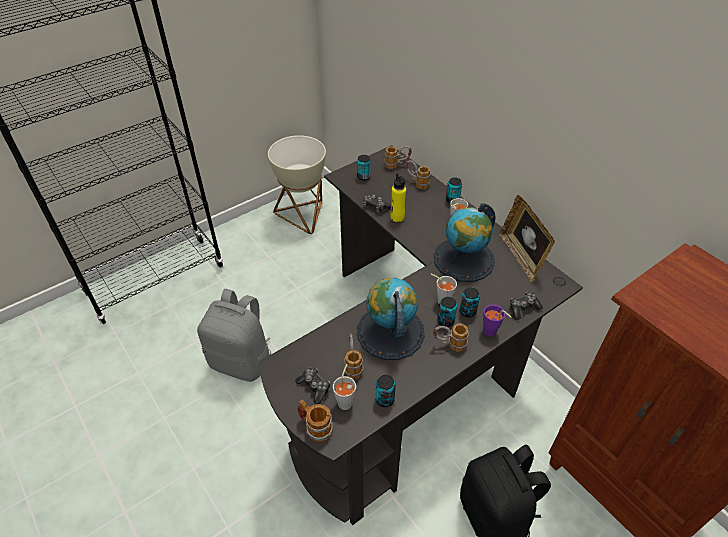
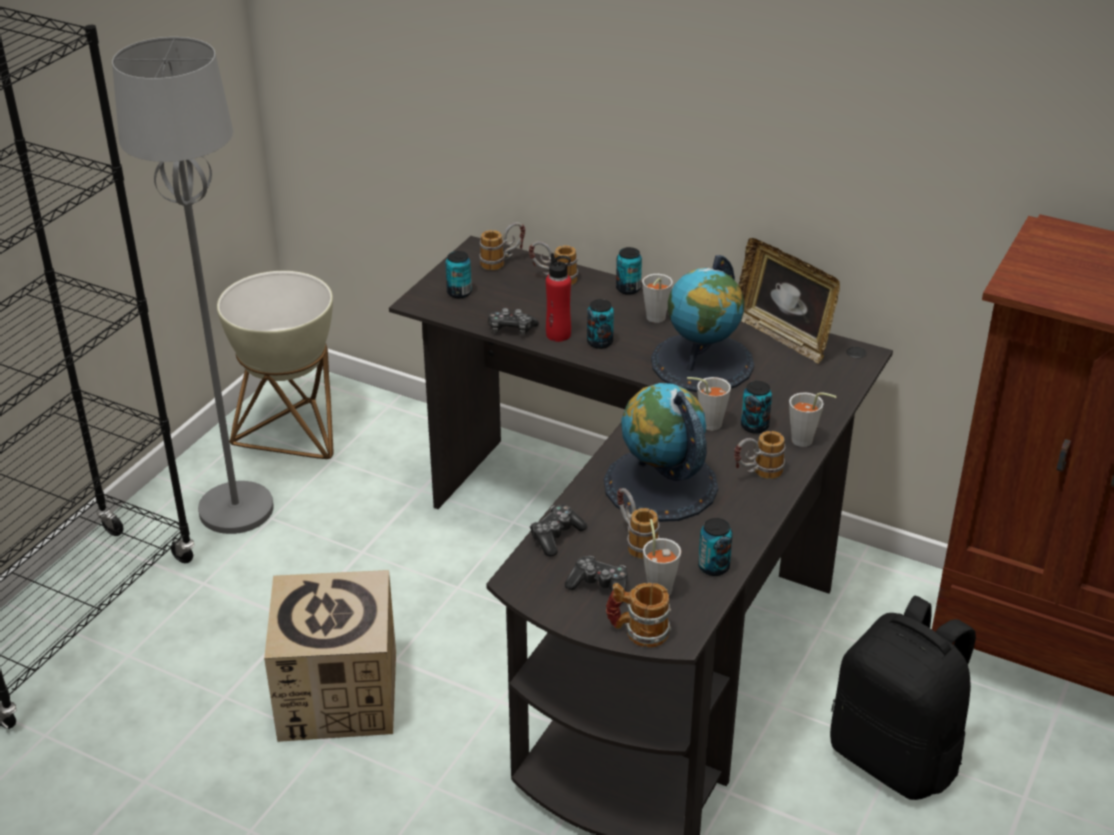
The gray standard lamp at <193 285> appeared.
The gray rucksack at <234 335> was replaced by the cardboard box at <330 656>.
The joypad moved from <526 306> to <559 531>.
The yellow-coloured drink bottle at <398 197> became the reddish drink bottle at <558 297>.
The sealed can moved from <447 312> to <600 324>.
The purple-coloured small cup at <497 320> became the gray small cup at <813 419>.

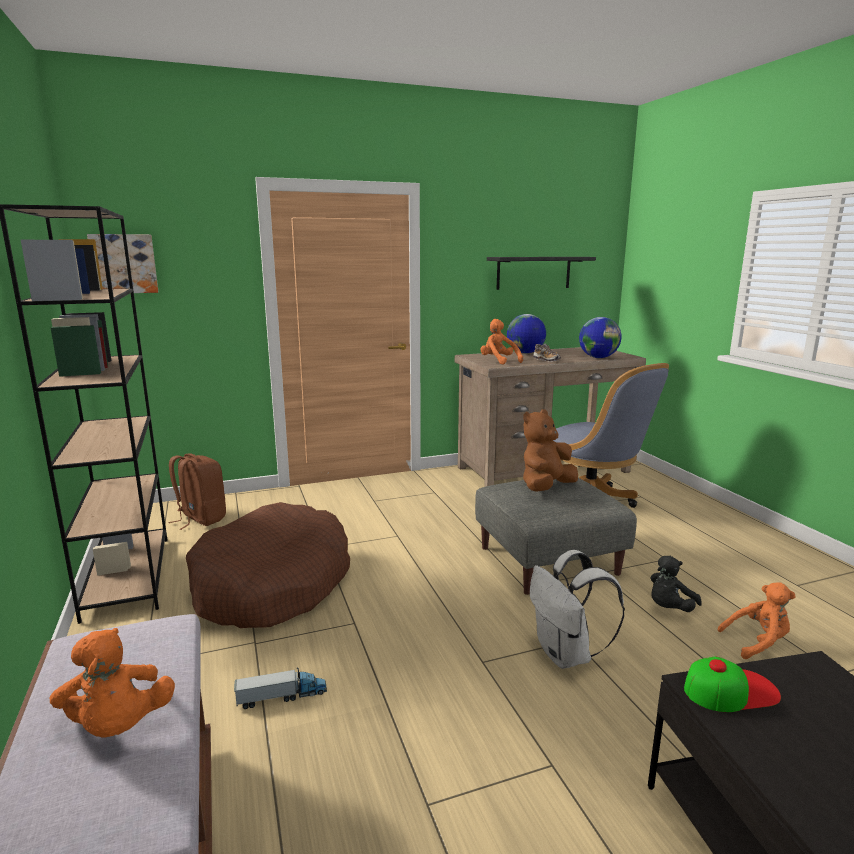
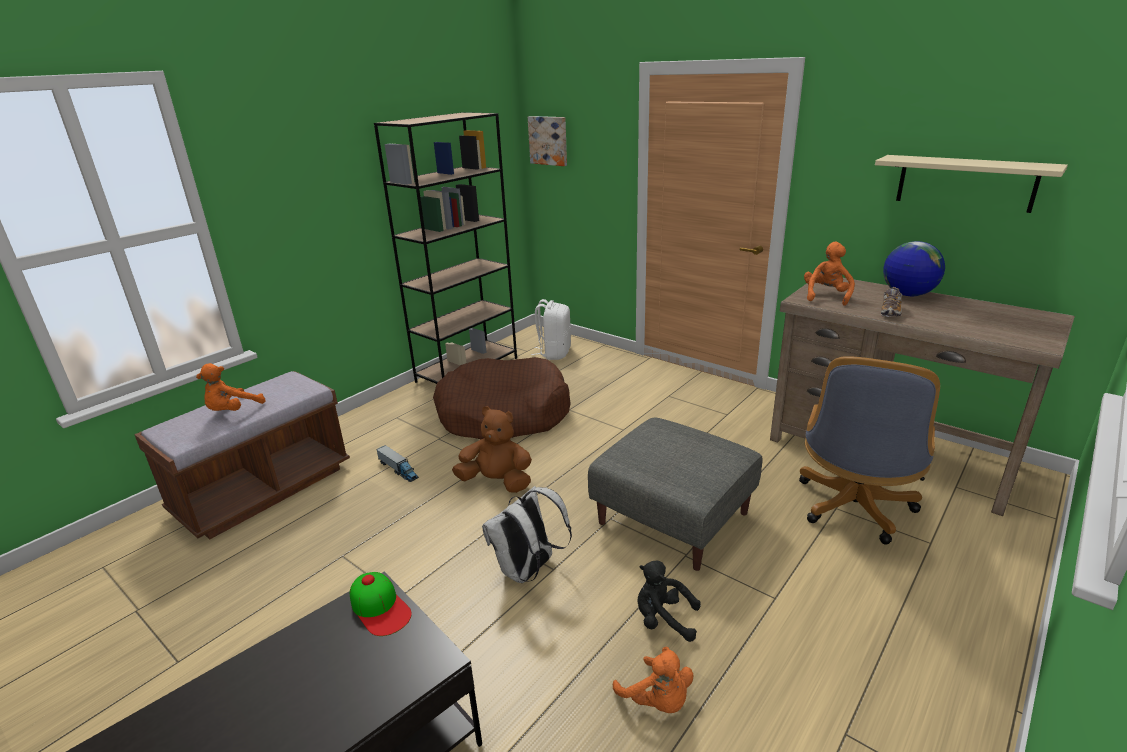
The brownish soft toy moved from <550 450> to <492 449>.
The brownish rucksack at <197 491> became the white rucksack at <551 329>.
The blackish shelf at <541 273> became the sand-coloured shelf at <971 184>.
The desk globe at <600 337> disappeared.

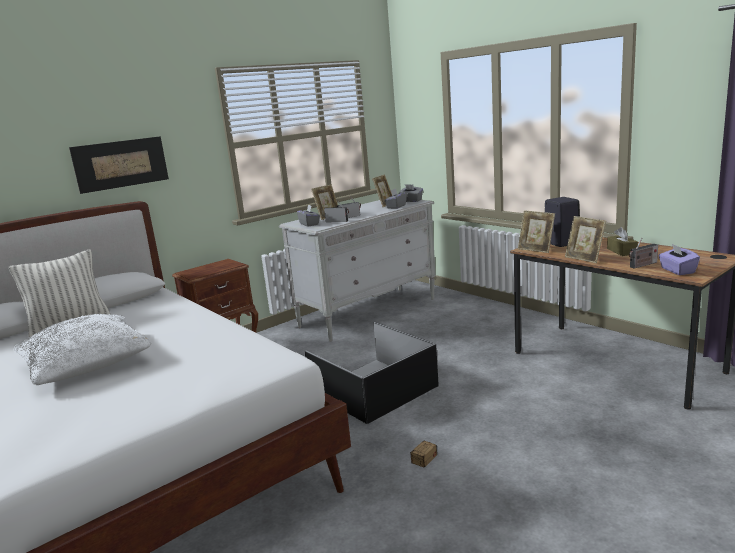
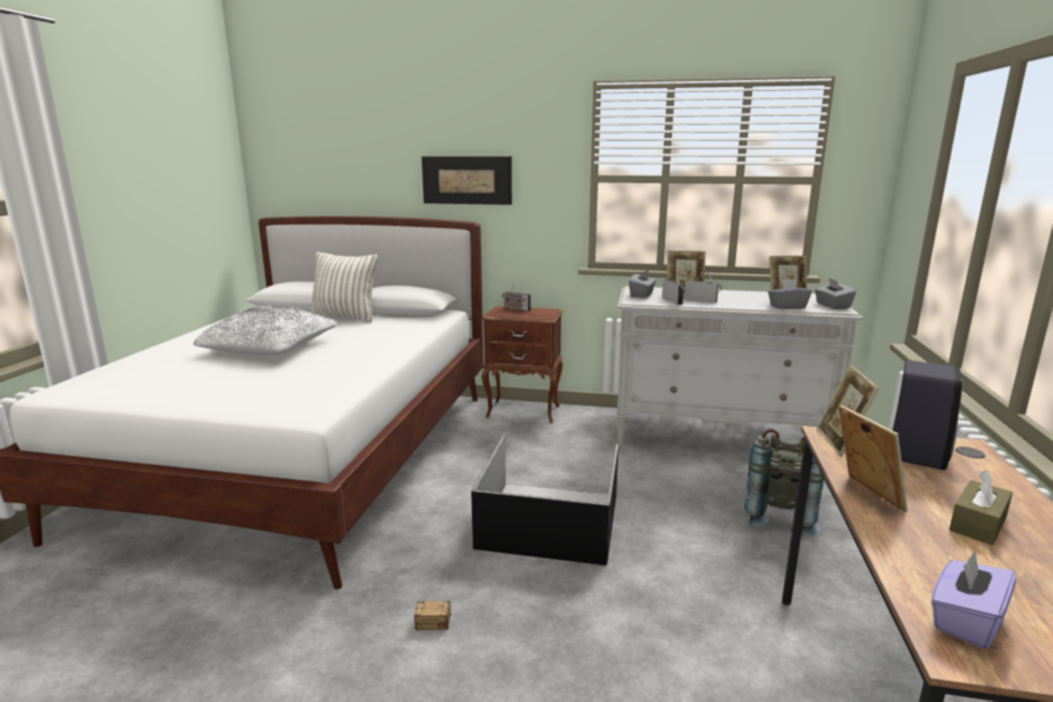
The radio moved from <643 253> to <516 297>.
The gray rucksack at <784 483> appeared.
The picture frame at <585 239> turned 150 degrees clockwise.

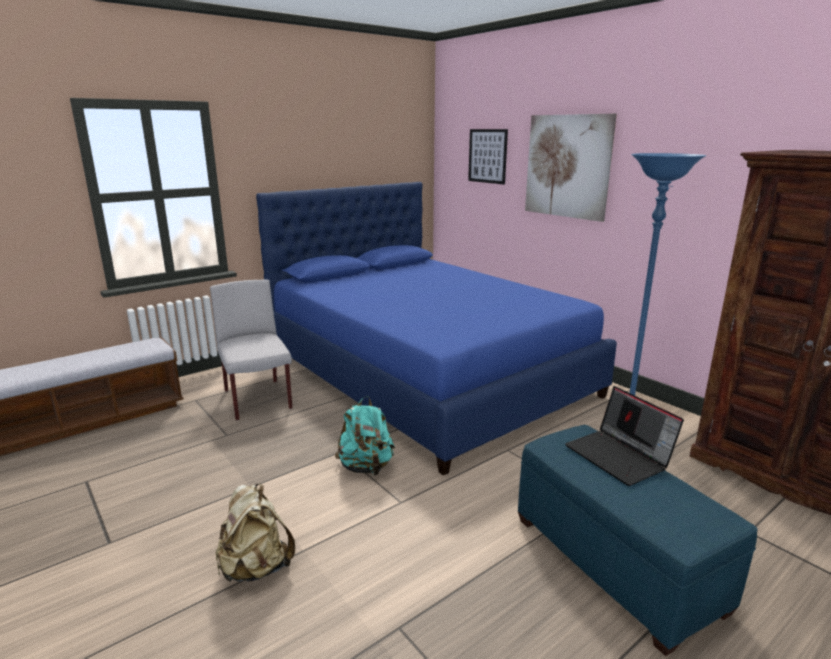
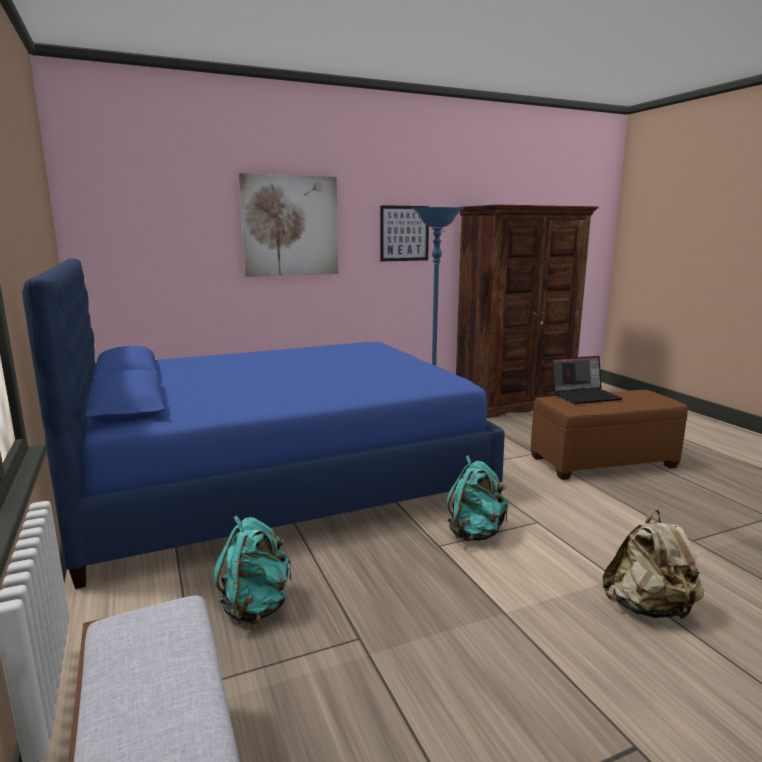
The gray upright chair at <251 350> was replaced by the blue-green rucksack at <252 570>.
The picture moved from <488 156> to <404 233>.
The blue footrest at <637 540> became the brownish footrest at <609 435>.

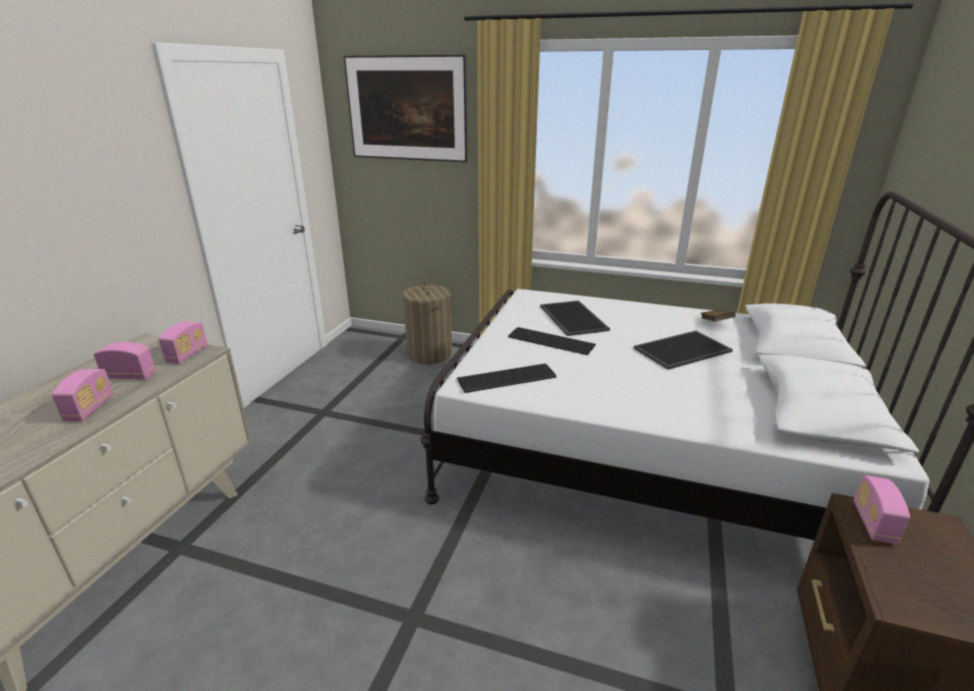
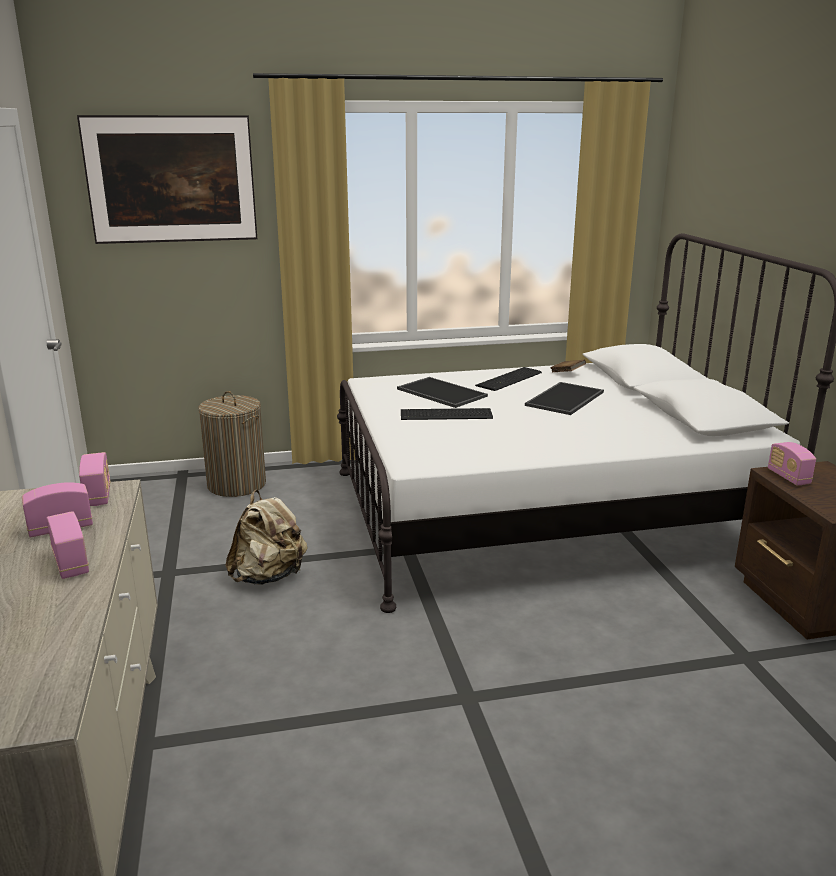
The sand-coloured rucksack at <266 537> appeared.
The keyboard moved from <507 378> to <508 379>.

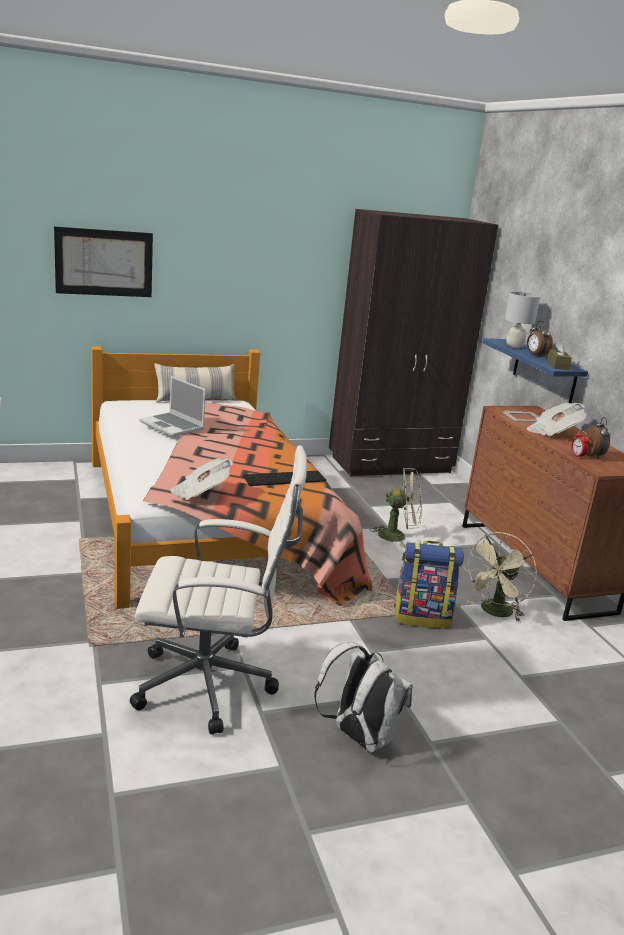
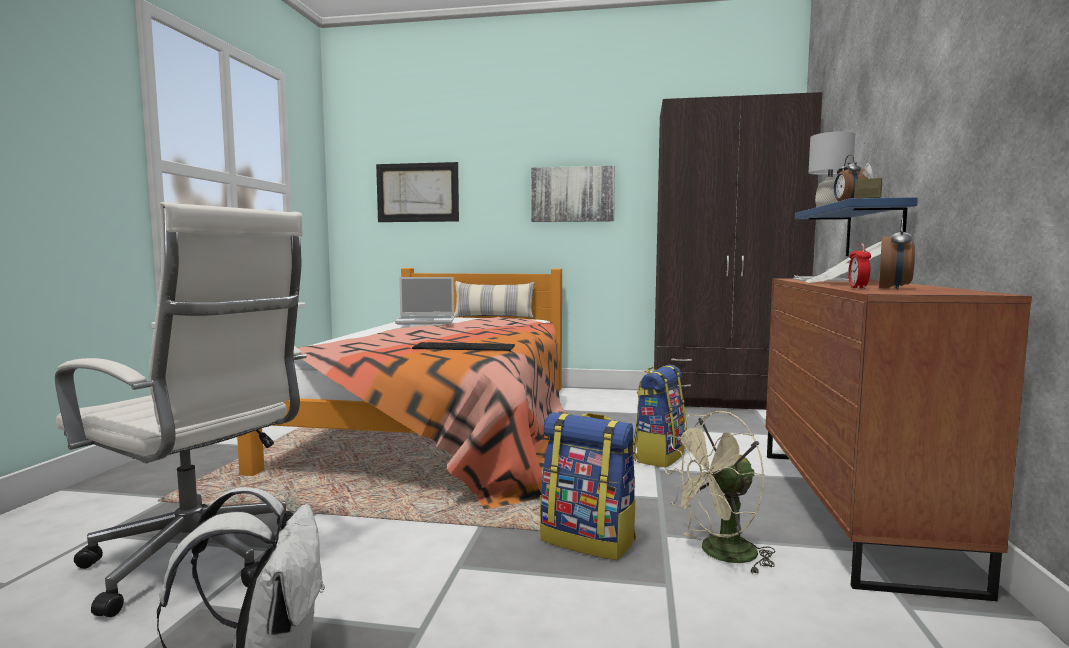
The portable computer at <172 406> turned 75 degrees counterclockwise.
The picture at <573 194> appeared.
The sand-coloured electric fan at <396 508> was replaced by the rucksack at <660 416>.
The daily paper at <201 479> disappeared.

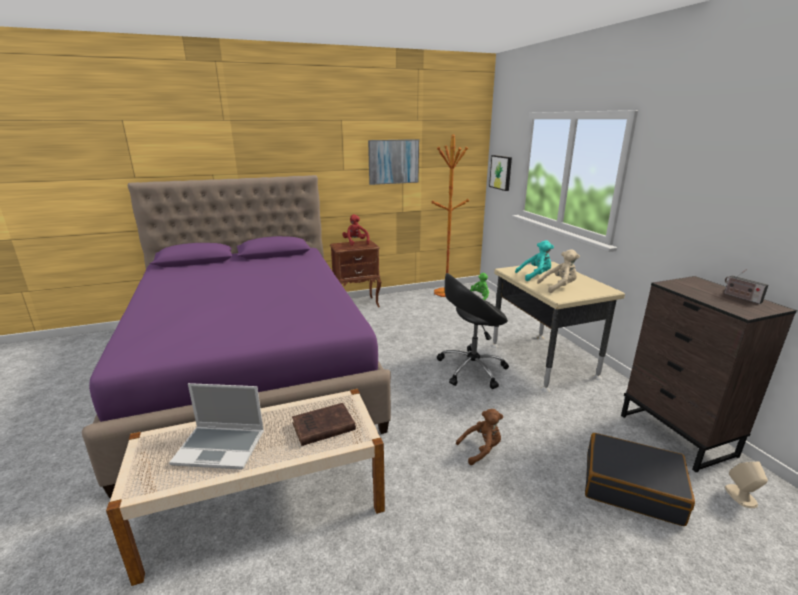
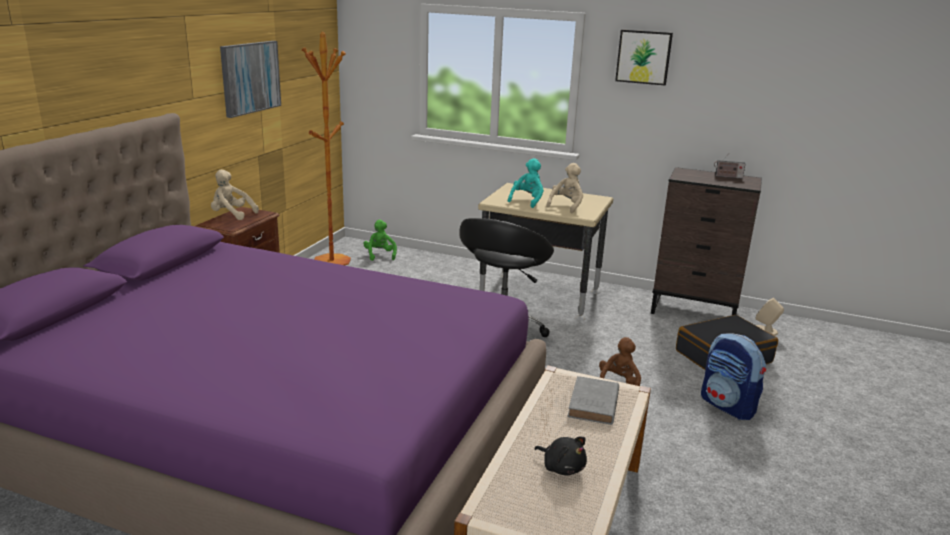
The reddish soft toy at <356 230> became the sand-coloured soft toy at <235 195>.
The portable computer at <216 426> was replaced by the blackish soft toy at <561 455>.
The brownish bound book at <324 424> became the gray bound book at <593 400>.
The picture moved from <500 173> to <644 57>.
The rucksack at <733 376> appeared.

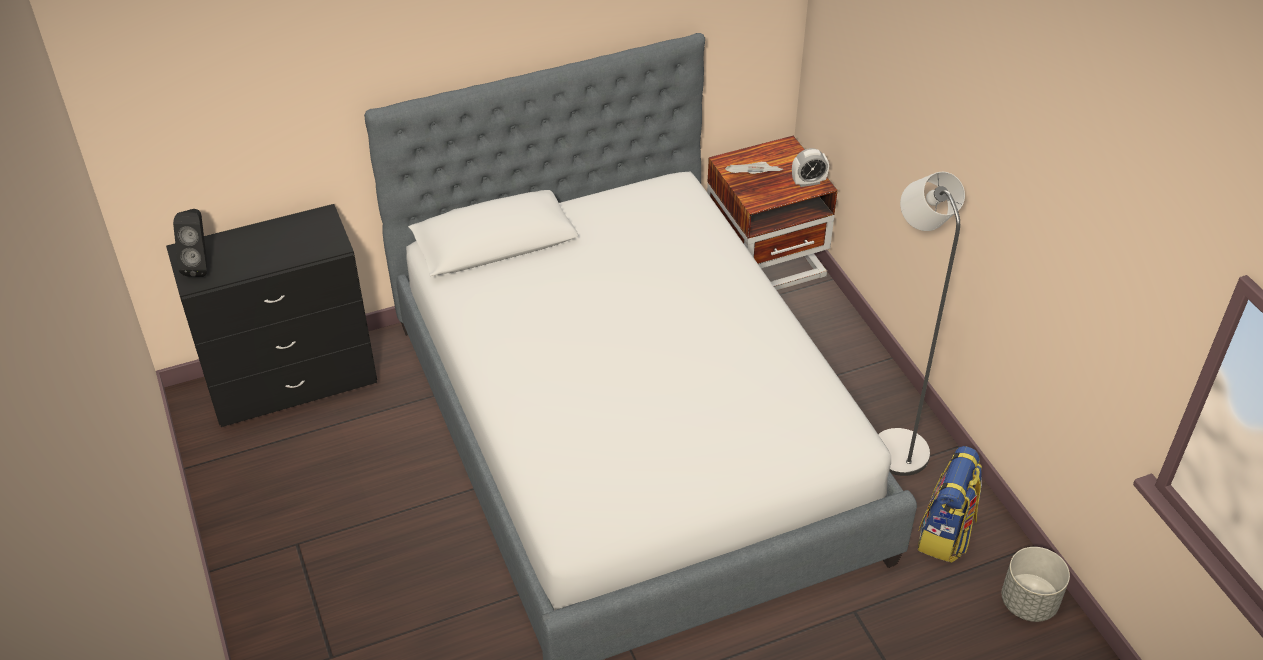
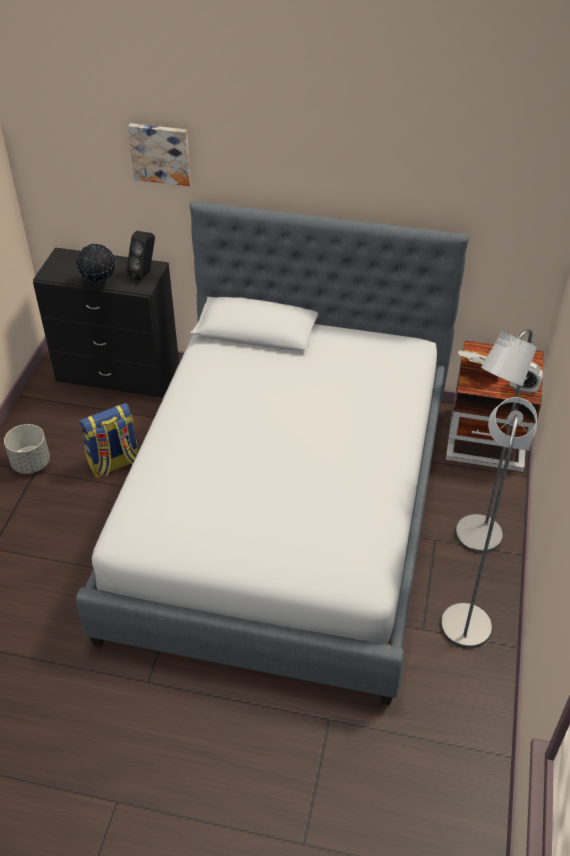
The gray plant pot moved from <1036 584> to <27 449>.
The desk globe at <96 263> appeared.
The rucksack moved from <950 504> to <108 440>.
The blackish loudspeaker moved from <190 243> to <141 255>.
The picture at <159 154> appeared.
The gray standard lamp at <496 441> appeared.

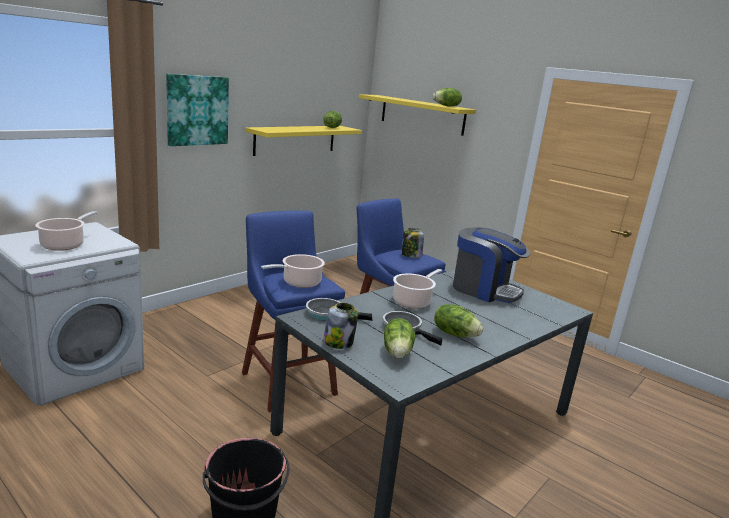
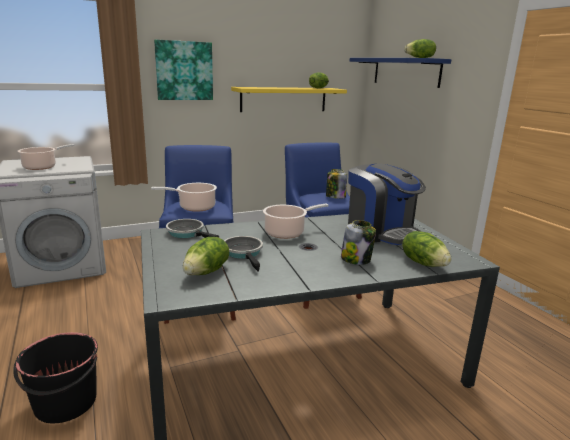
The jar moved from <340 326> to <358 242>.
The yellow-coloured shelf at <417 115> became the blue shelf at <400 73>.
The head of lettuce moved from <458 321> to <427 249>.

